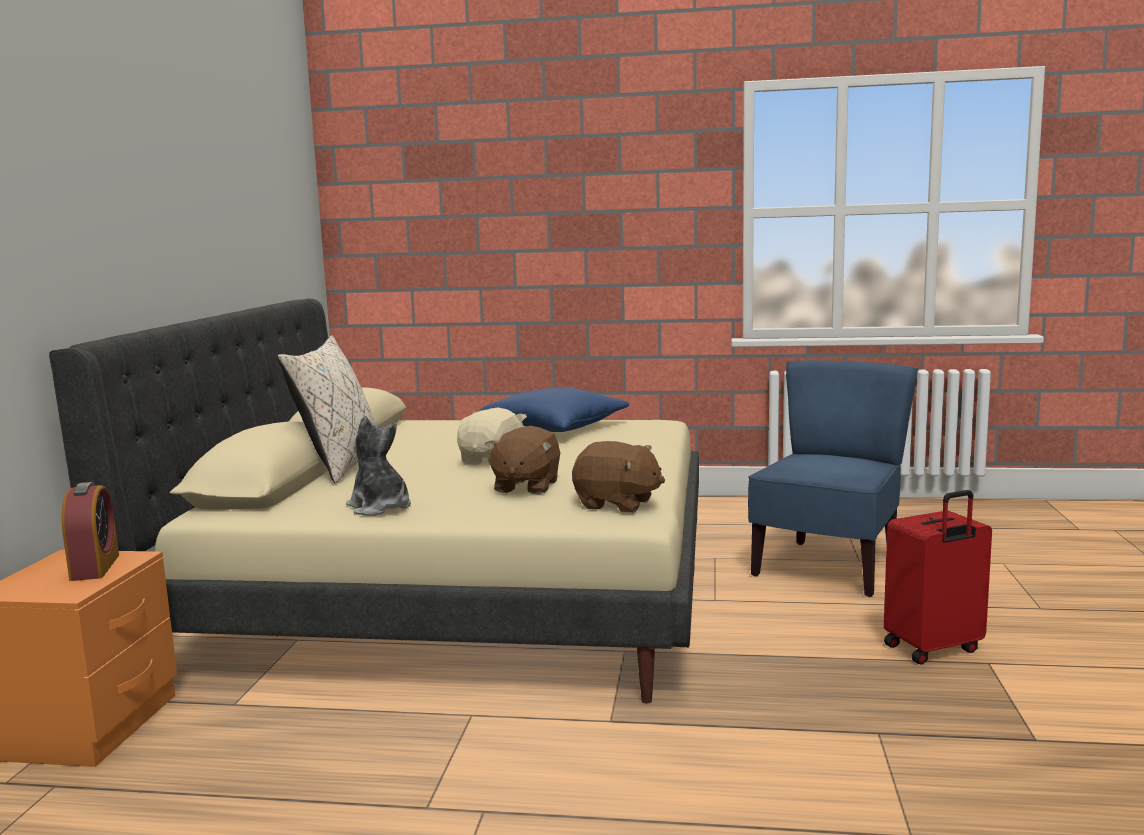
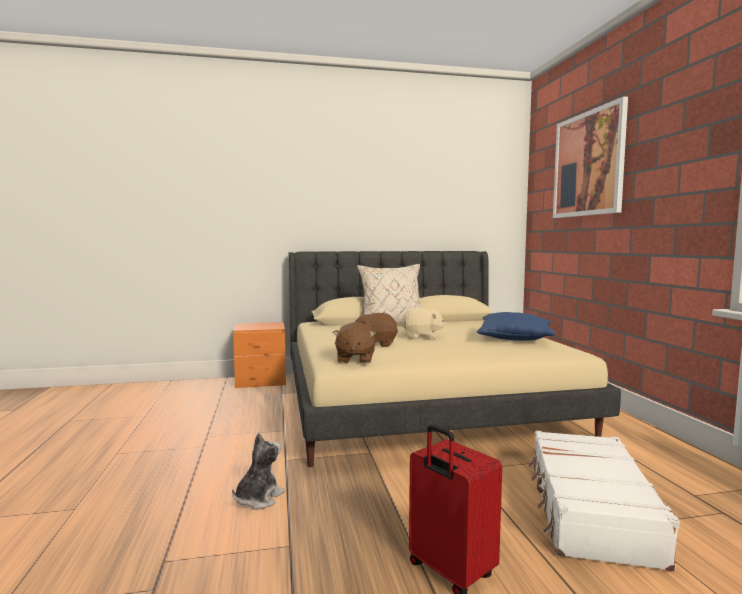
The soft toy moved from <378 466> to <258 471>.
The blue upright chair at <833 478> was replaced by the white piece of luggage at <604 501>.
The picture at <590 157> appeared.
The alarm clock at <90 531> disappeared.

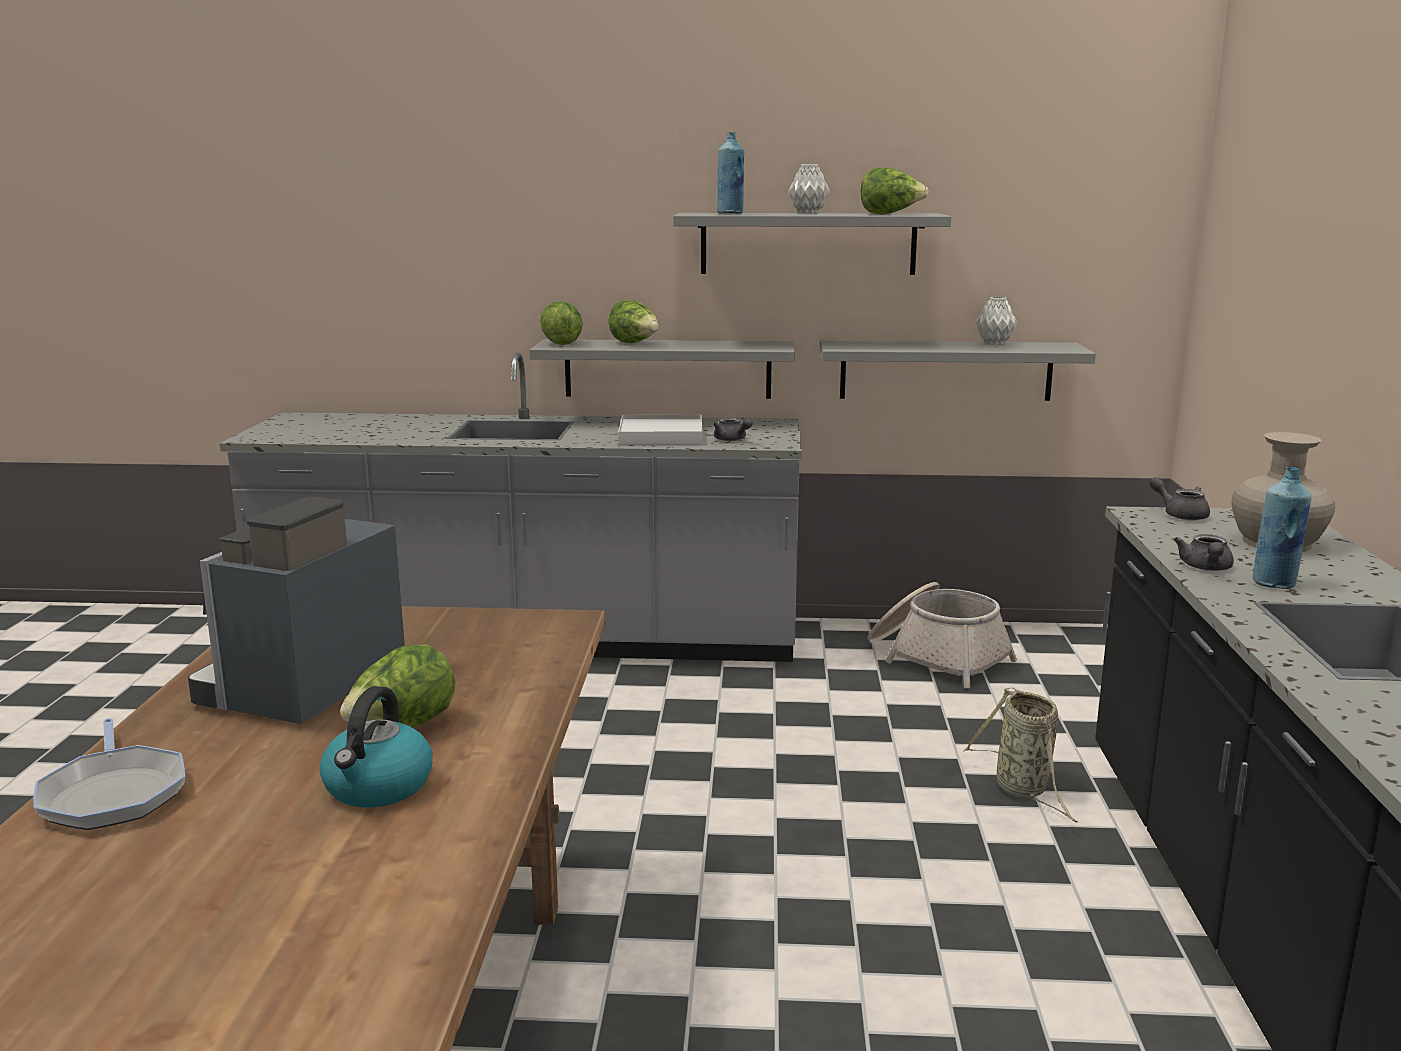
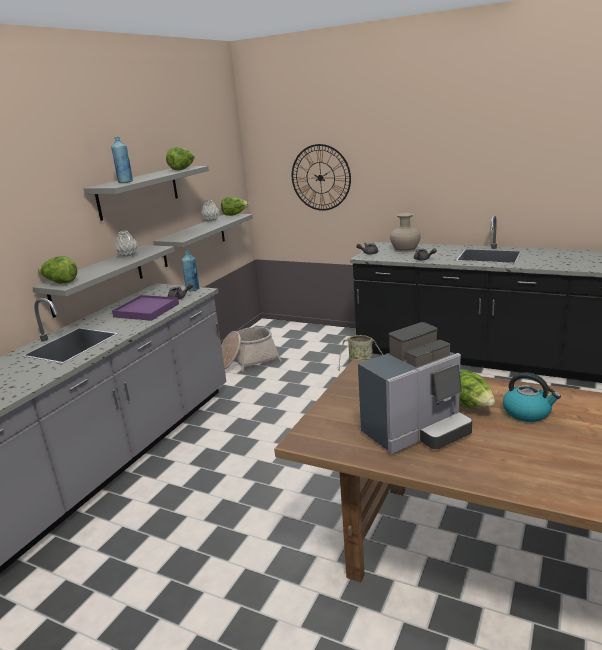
The white carrying tray at <660 429> became the purple-coloured carrying tray at <145 308>.
The gray vase moved from <809 189> to <126 244>.
The blue drink bottle moved from <1282 528> to <190 271>.
The head of lettuce moved from <633 321> to <235 206>.
The wall clock at <321 177> appeared.
The coffee machine at <296 610> turned 75 degrees counterclockwise.
The frying pan at <109 774> disappeared.

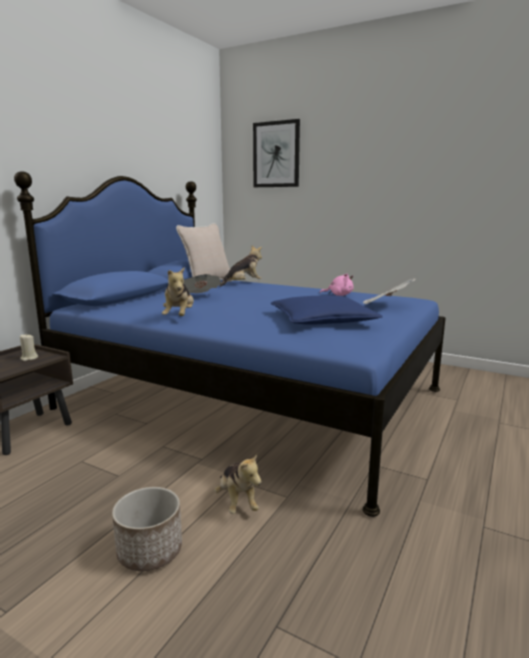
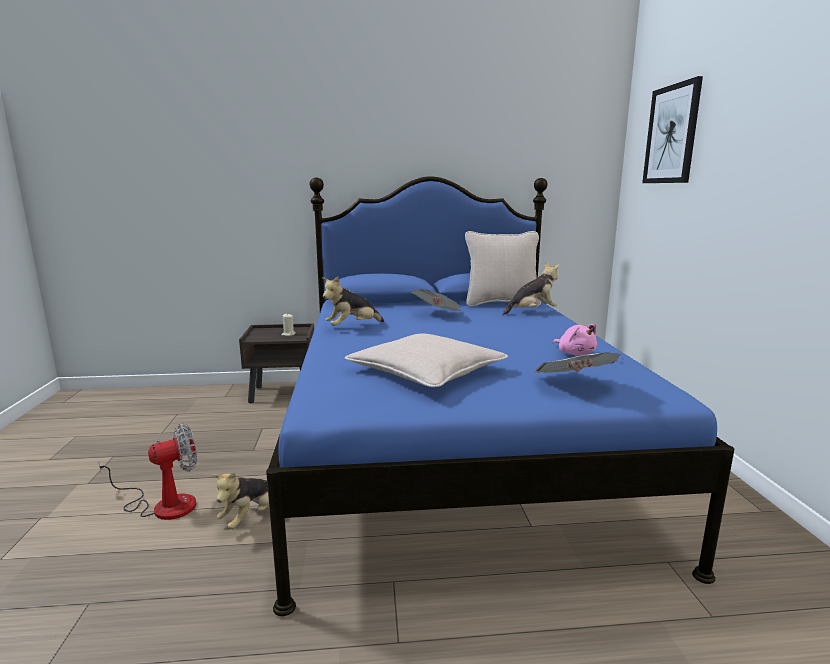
The plant pot at <147 529> was replaced by the electric fan at <147 471>.
The blue throw pillow at <327 310> became the sand-coloured throw pillow at <426 360>.
The soft toy at <241 266> turned 45 degrees counterclockwise.

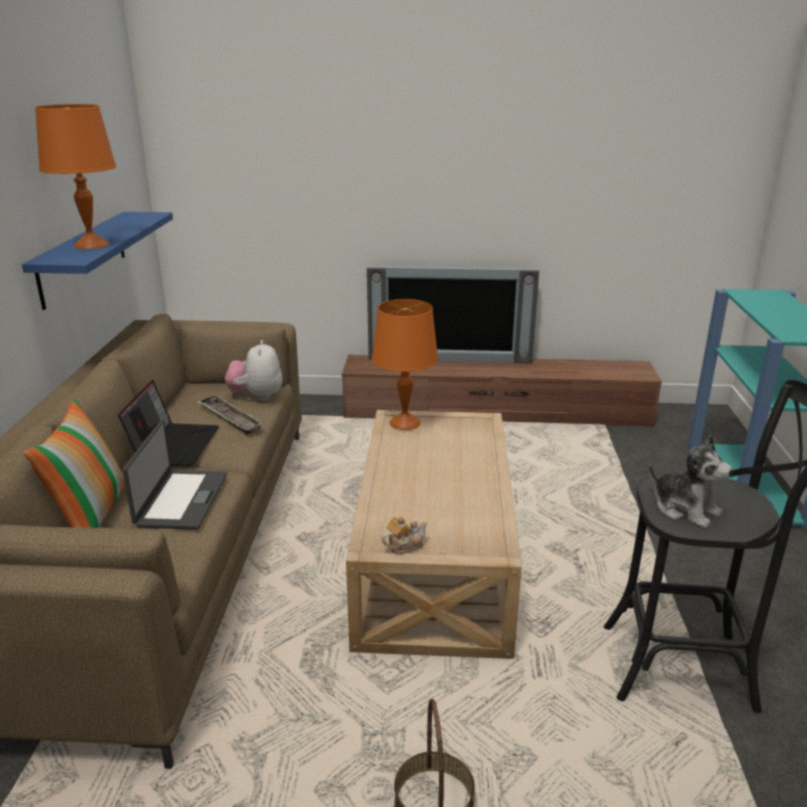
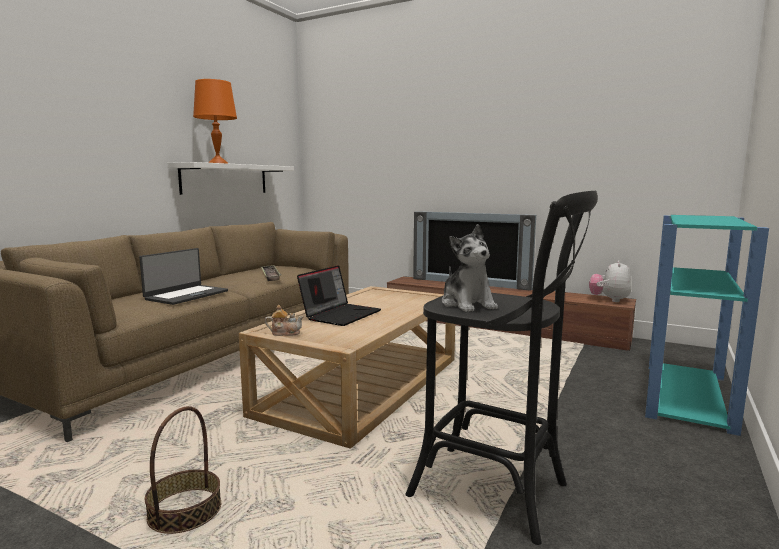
The blue shelf at <97 261> became the white shelf at <231 178>.
The portable computer moved from <168 423> to <339 295>.
The soft toy moved from <253 370> to <610 281>.
The throw pillow at <74 463> disappeared.
The orange table lamp at <405 364> disappeared.

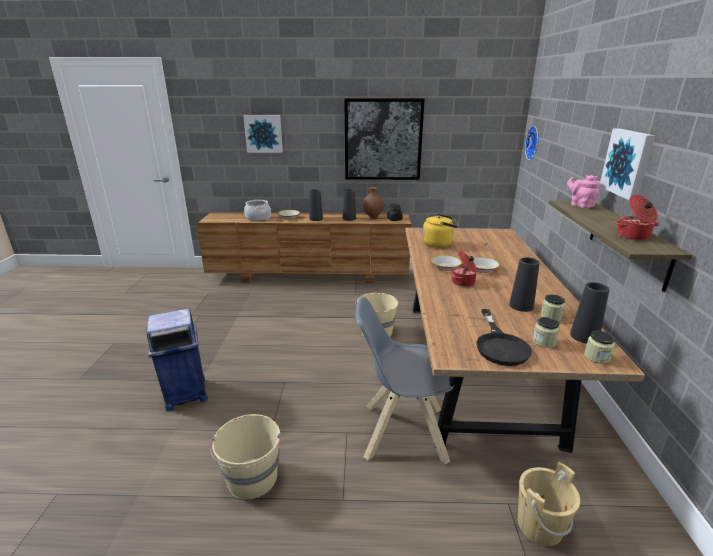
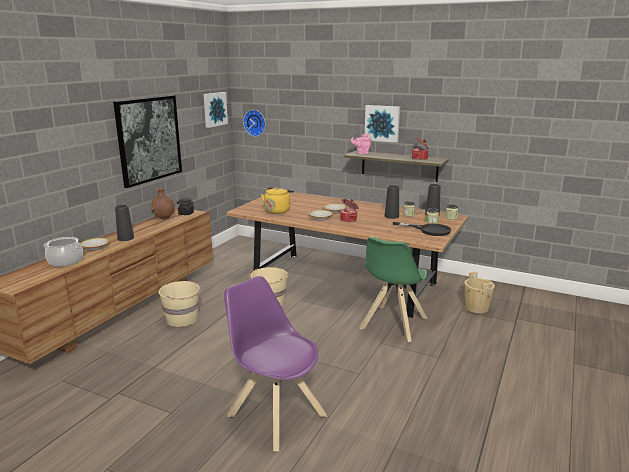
The sand-coloured pail moved from <245 456> to <180 303>.
The picture moved from <263 134> to <215 110>.
The blue rubbish bin at <177 359> was replaced by the purple-coloured upright chair at <275 363>.
The gray upright chair at <404 380> became the greenish upright chair at <393 289>.
The blackish vase at <349 205> disappeared.

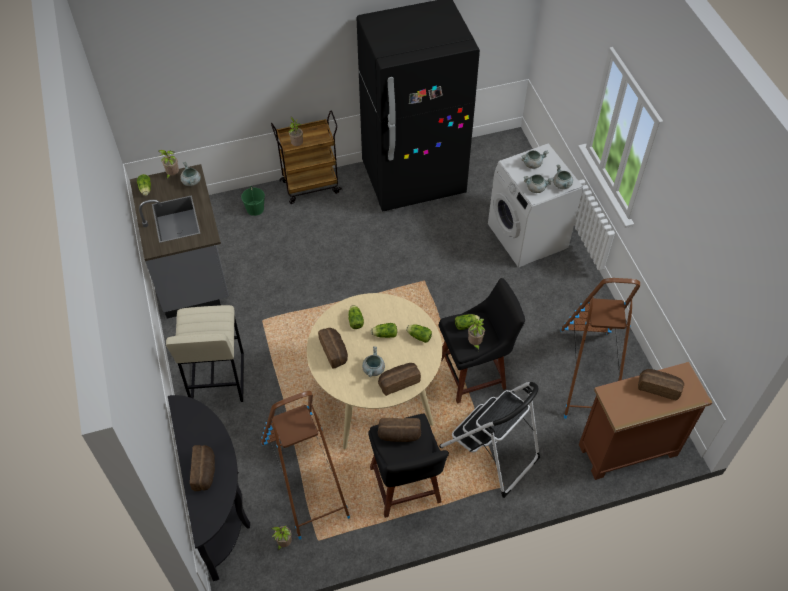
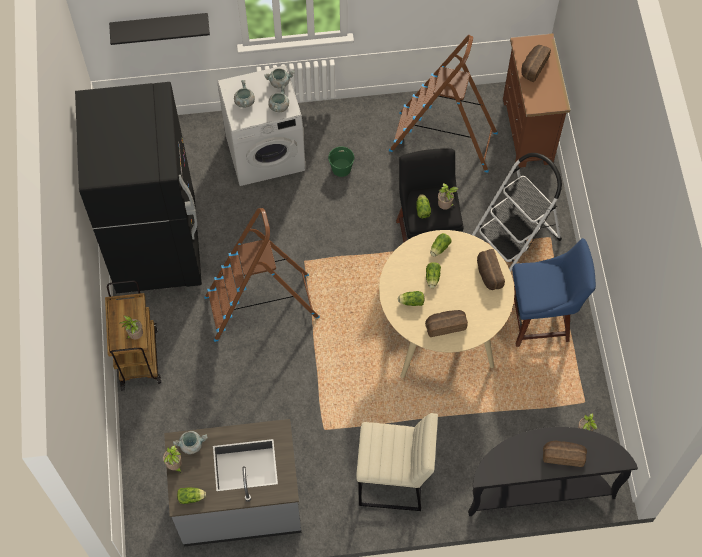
The blackish shelf at <159 29> appeared.
The brownish stepladder moved from <305 465> to <262 275>.
The greenish pail moved from <253 201> to <341 161>.
The blackish stool seat at <408 466> became the blue stool seat at <554 292>.
The gray stockpot at <373 361> disappeared.
The baked bread at <399 430> disappeared.

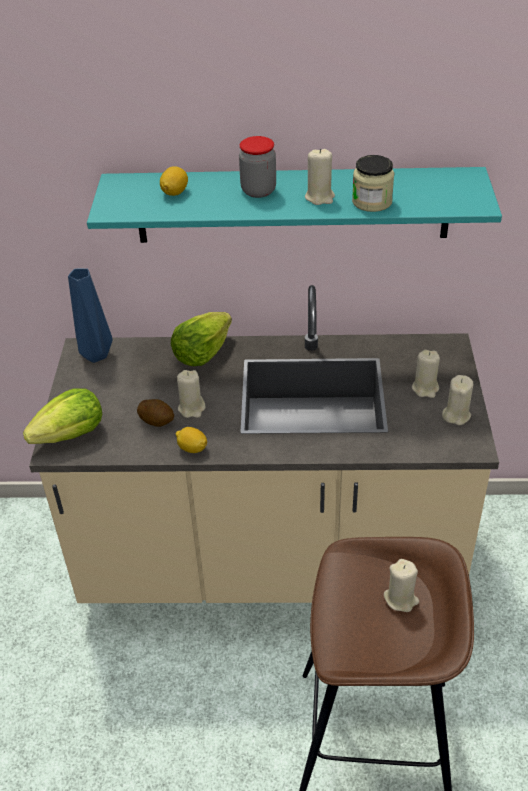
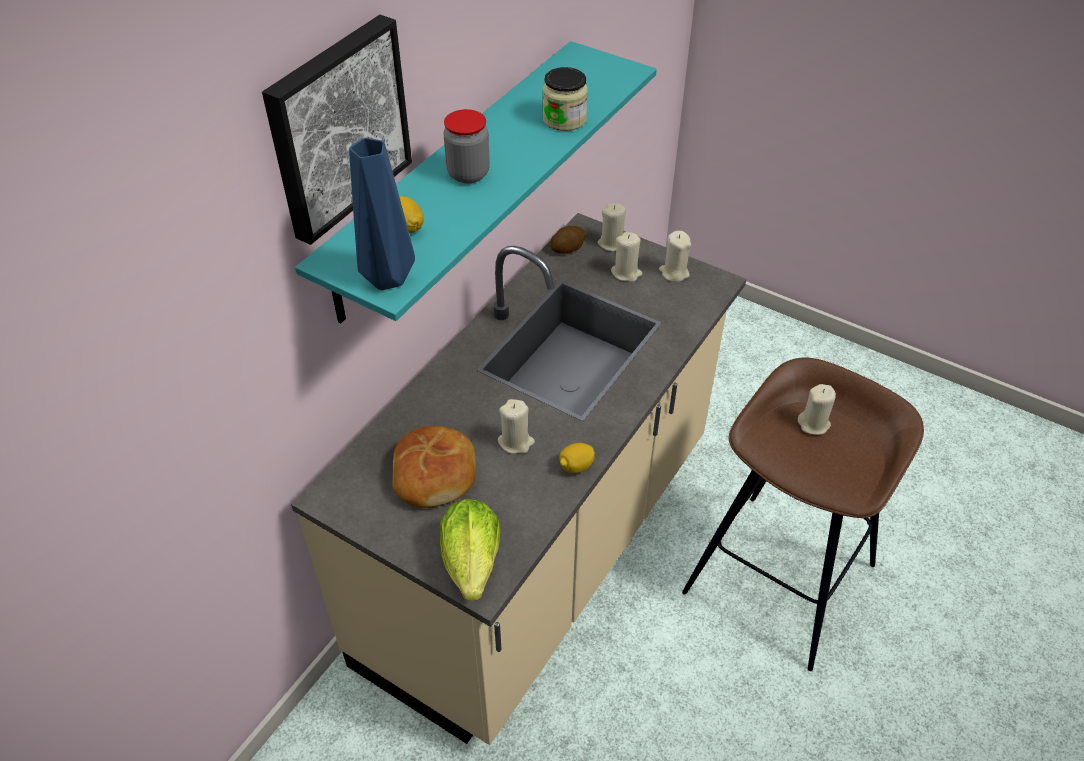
The picture at <337 130> appeared.
The blue vase moved from <90 315> to <382 214>.
The baked bread at <434 467> appeared.
The whole potato moved from <155 413> to <567 240>.
The sand-coloured wax light moved from <320 176> to <612 227>.
The head of lettuce at <201 339> disappeared.

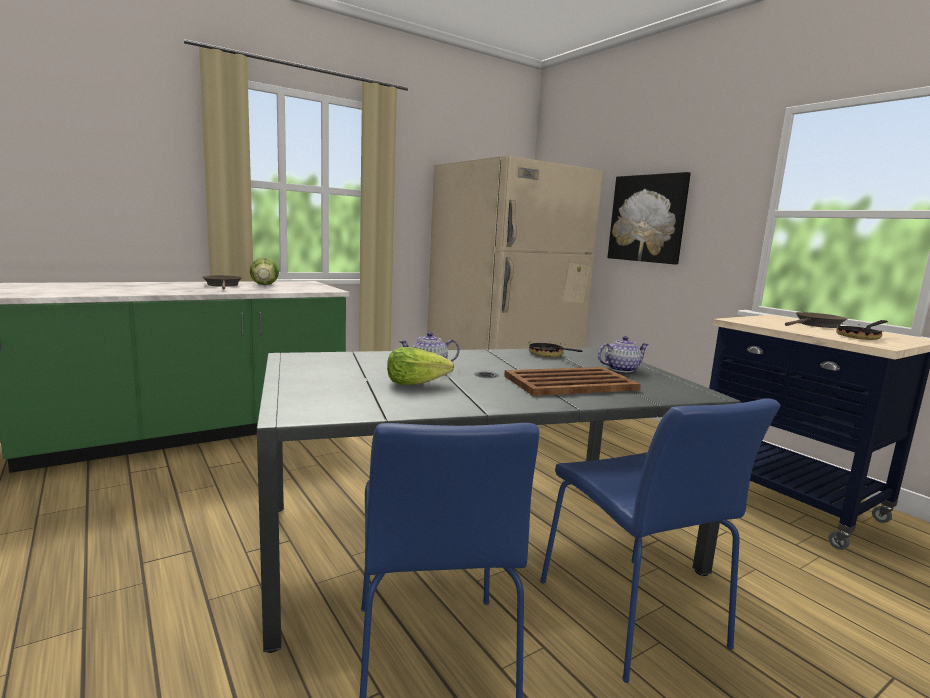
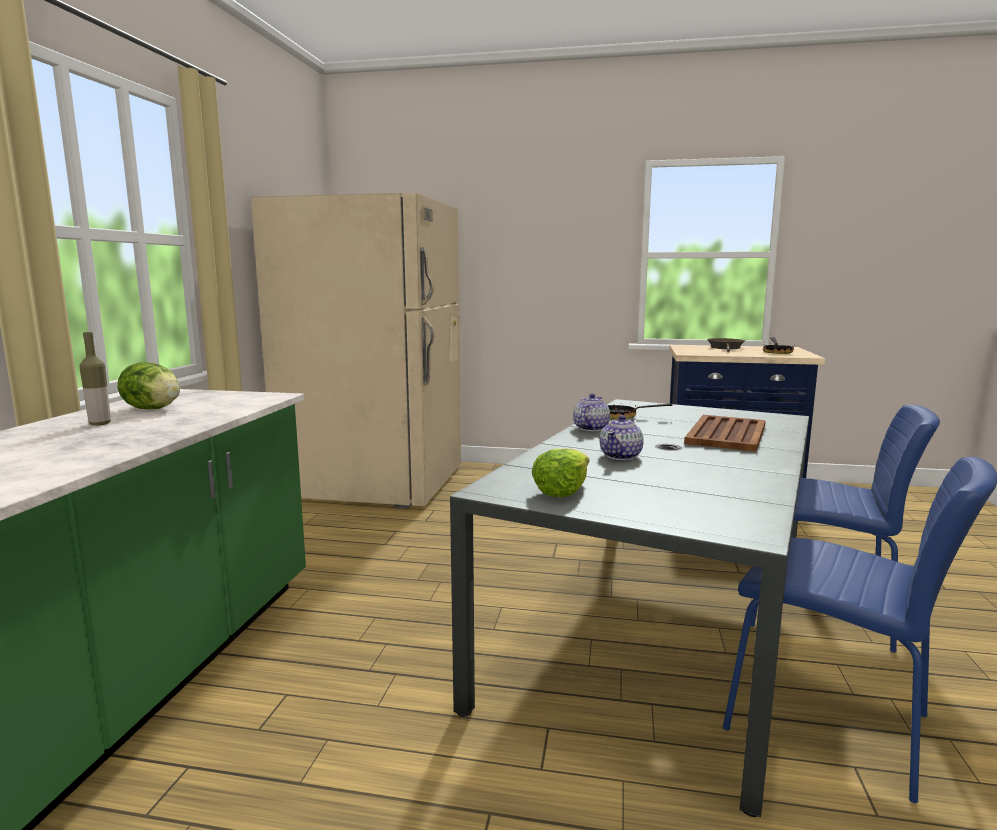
The brownish frying pan at <222 282> was replaced by the drink bottle at <95 379>.
The head of lettuce moved from <420 366> to <560 473>.
The pot for tea moved from <623 354> to <591 412>.
The picture at <649 218> disappeared.

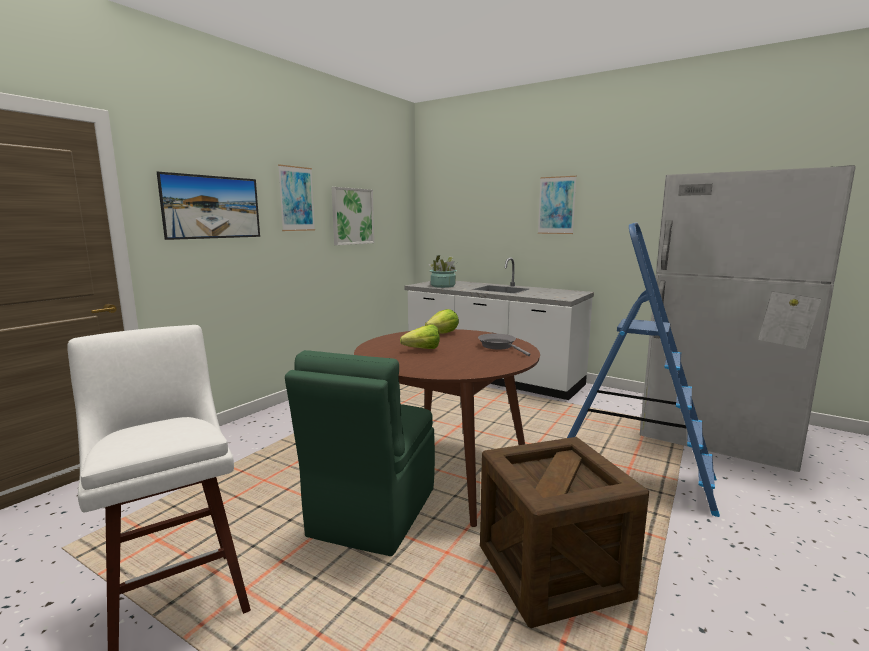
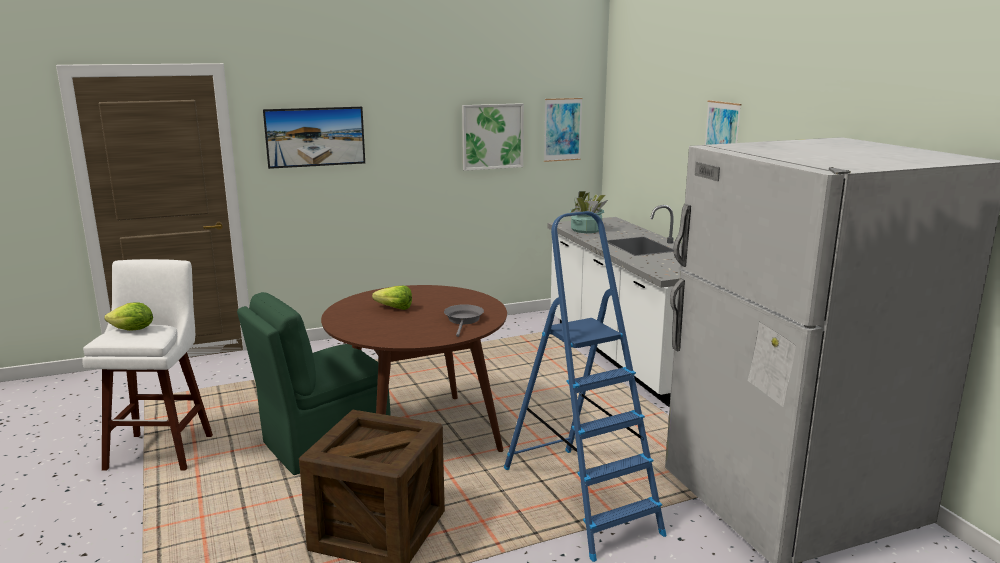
The head of lettuce moved from <442 321> to <128 316>.
The picture moved from <296 197> to <563 130>.

